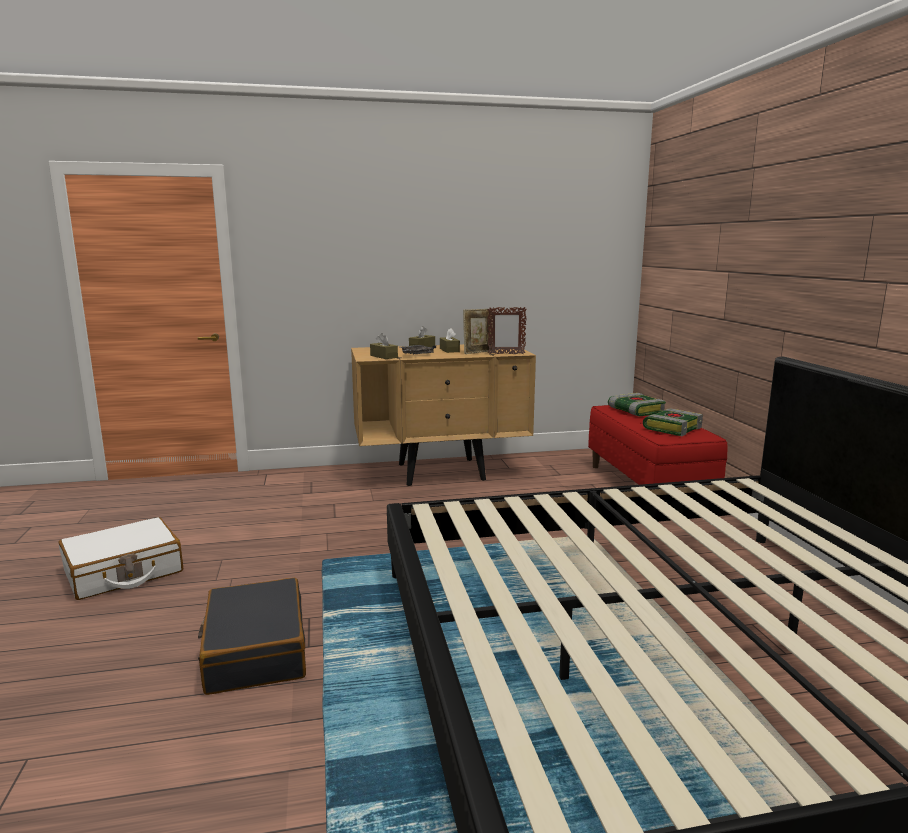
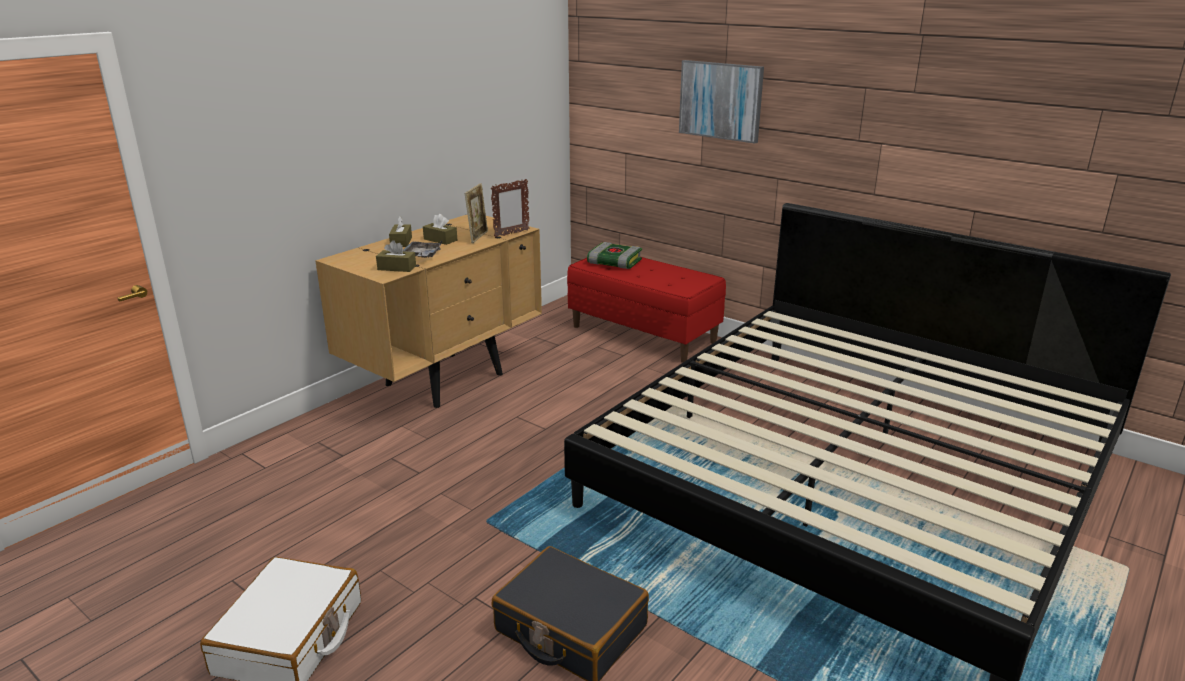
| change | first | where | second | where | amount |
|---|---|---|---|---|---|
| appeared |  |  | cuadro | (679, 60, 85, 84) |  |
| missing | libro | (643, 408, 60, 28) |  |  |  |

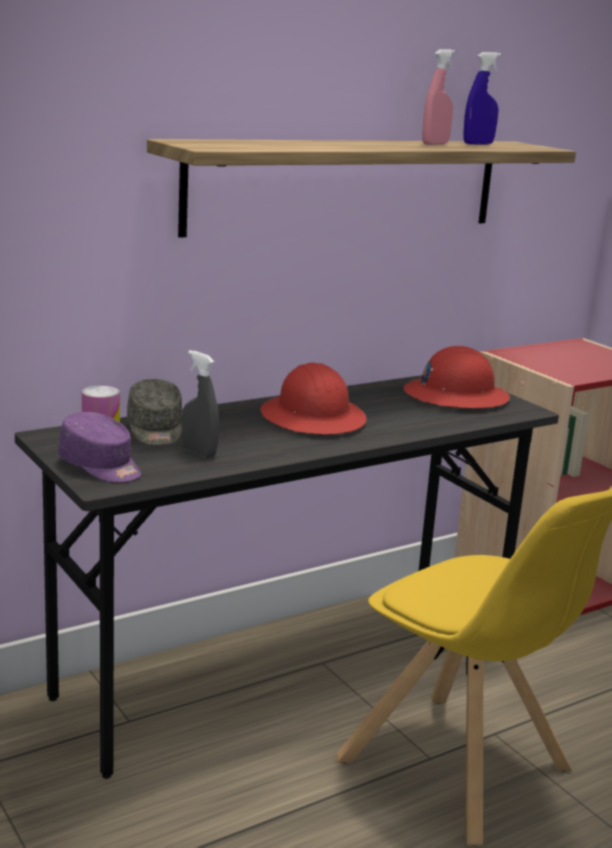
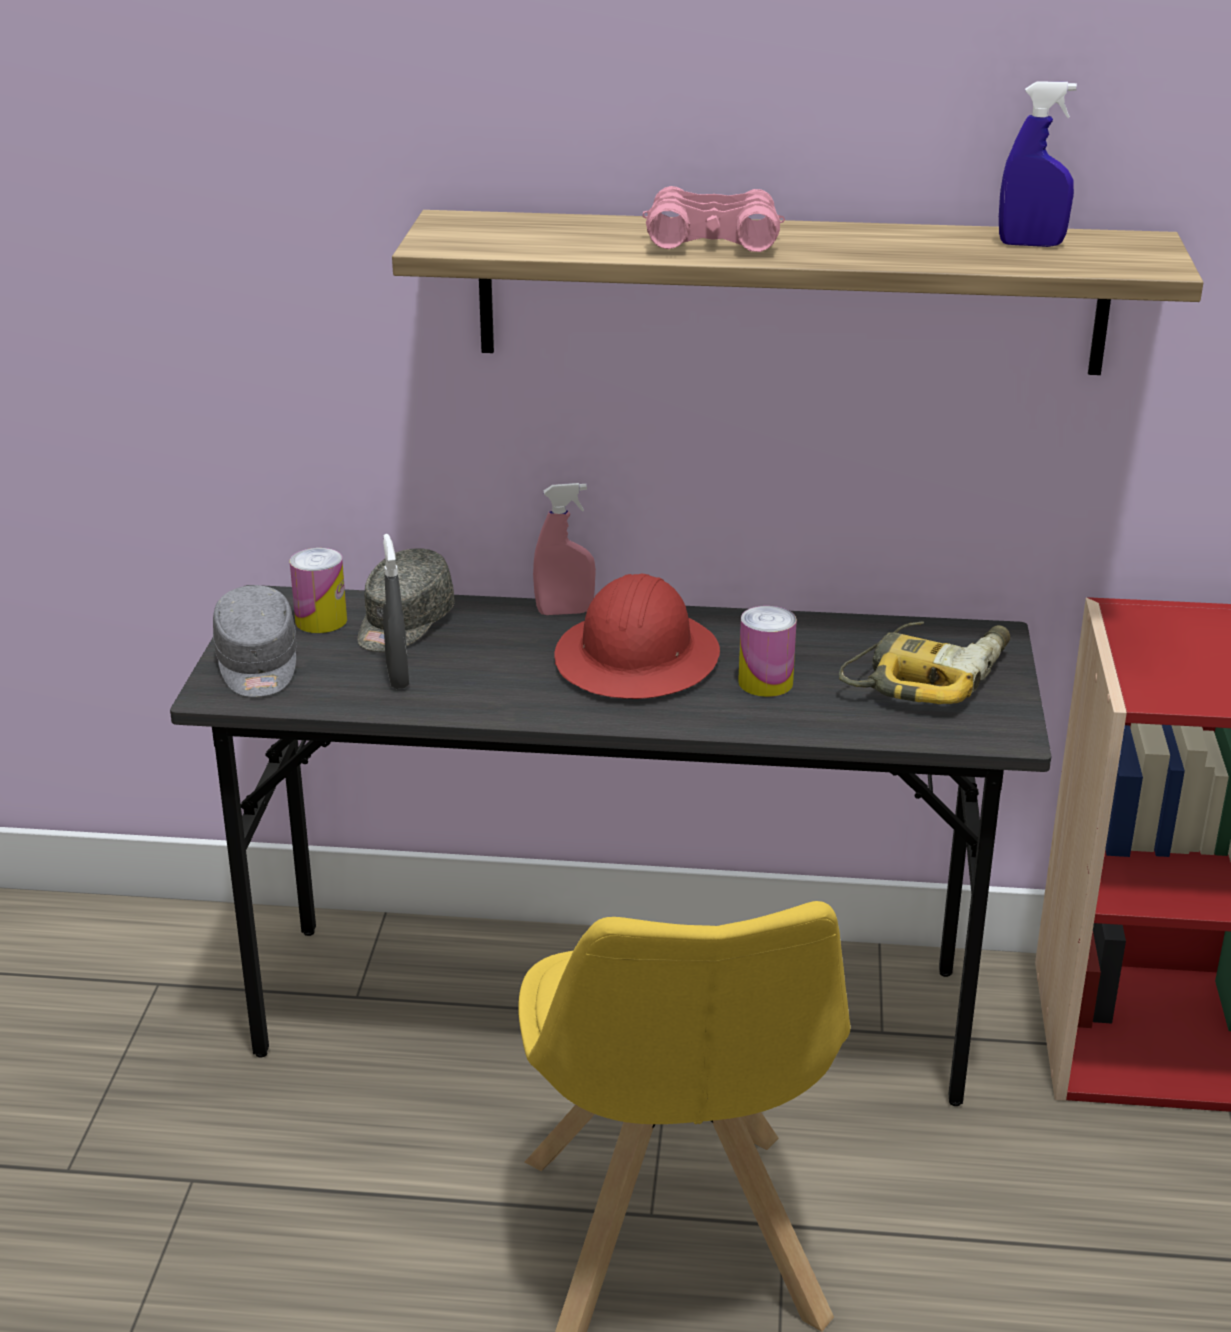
| change | first | where | second | where | amount |
|---|---|---|---|---|---|
| colour | gorra/morado | (58, 412, 83, 71) | gorra/gris | (213, 585, 84, 113) |  |
| relocated | pulverizador/rosa | (422, 49, 33, 96) |  | (533, 483, 63, 132) |  |
| appeared |  |  | prismáticos/rosa | (643, 186, 142, 66) |  |
| appeared |  |  | lata | (738, 606, 59, 91) |  |
| exchanged | casco/rojo | (403, 346, 107, 62) | taladro | (839, 621, 171, 83) |  |

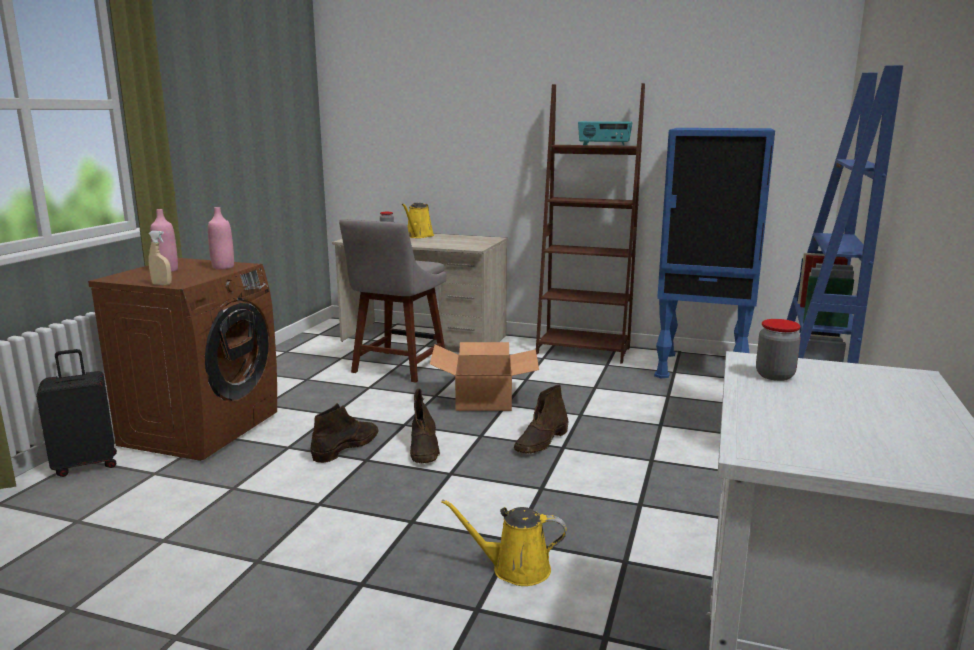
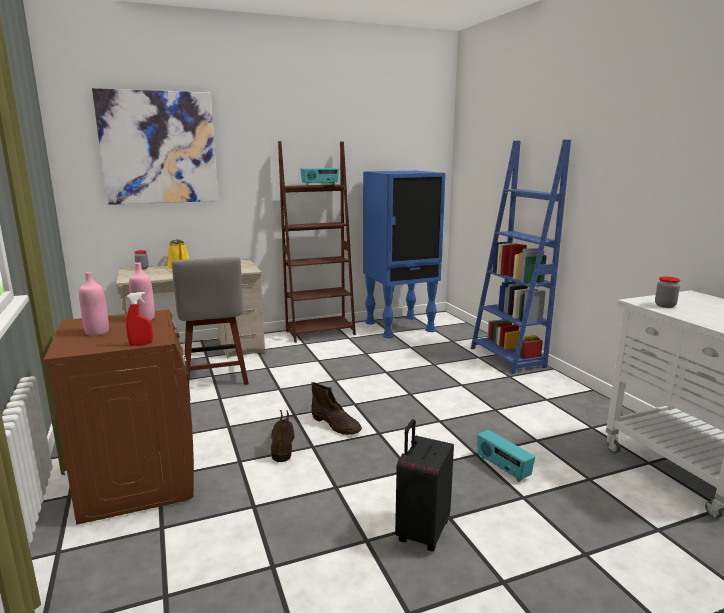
| change | first | where | second | where | amount |
|---|---|---|---|---|---|
| appeared |  |  | cuadro | (92, 88, 127, 117) |  |
| colour | pulverizador/beis | (148, 231, 24, 55) | pulverizador/rojo | (126, 292, 27, 54) |  |
| relocated | maleta/negro | (36, 349, 81, 128) |  | (395, 419, 59, 132) |  |
| exchanged | regadera/amarillo | (441, 499, 126, 87) | radio | (477, 430, 58, 52) |  |
| missing | caja de cartón | (430, 342, 109, 69) |  |  |  |
| missing | bota/marrón | (514, 385, 54, 69) |  |  |  |

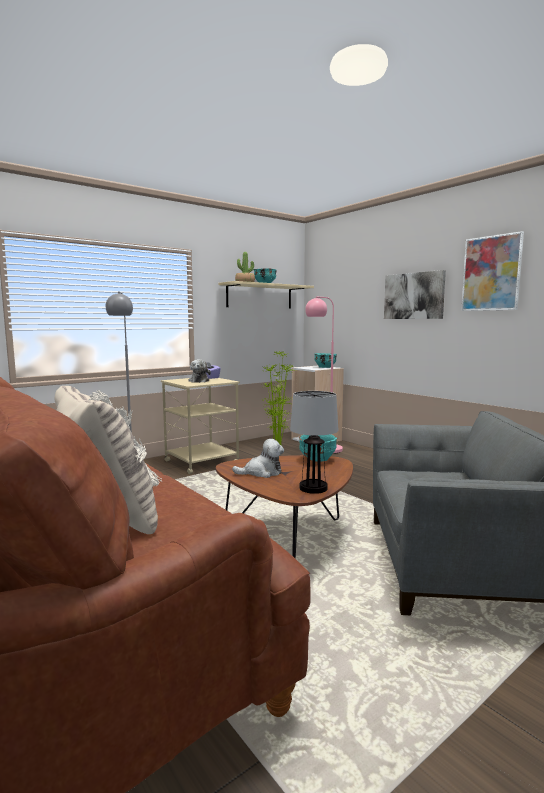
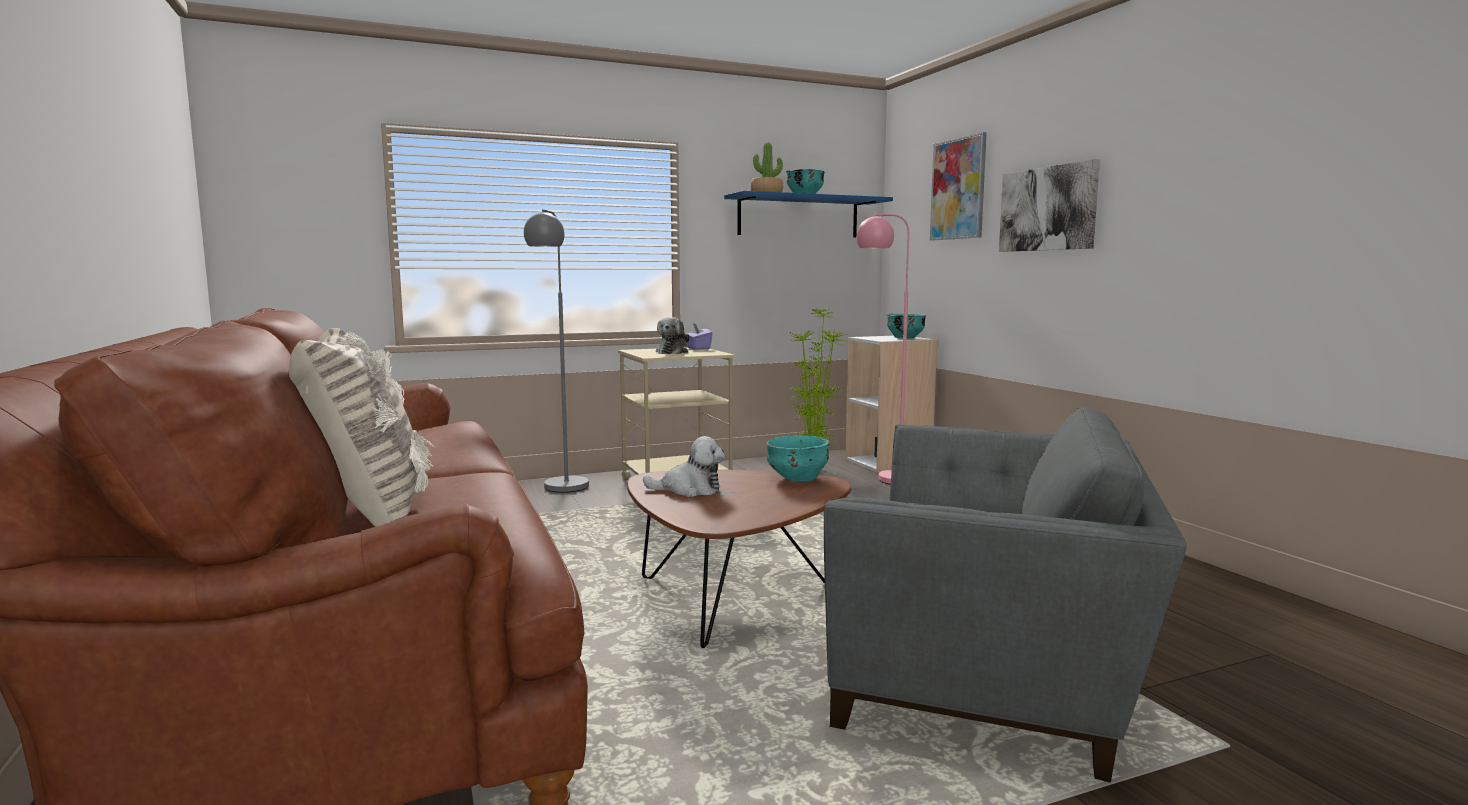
| change | first | where | second | where | amount |
|---|---|---|---|---|---|
| colour | estante/beis | (219, 281, 95, 28) | estante/azul | (724, 191, 169, 46) |  |
| relocated | cuadro | (461, 231, 63, 80) |  | (930, 132, 57, 108) |  |
| missing | lámpara de mesa | (290, 391, 49, 103) |  |  |  |

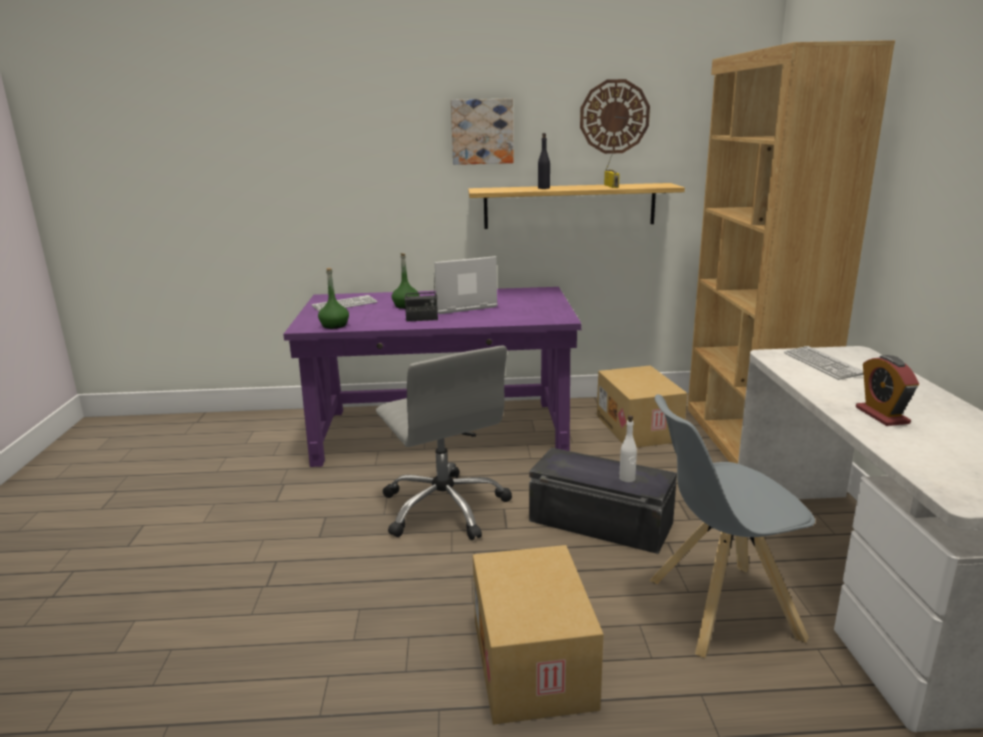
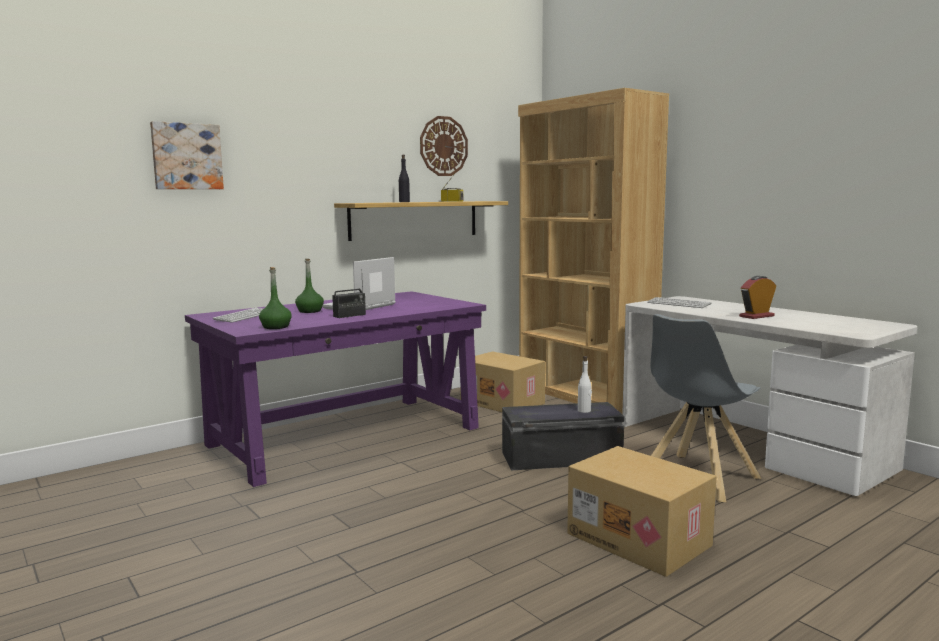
| change | first | where | second | where | amount |
|---|---|---|---|---|---|
| relocated | cuadro | (451, 98, 63, 67) |  | (150, 121, 74, 68) |  |
| spun | despertador | (856, 355, 63, 71) |  | (739, 276, 37, 43) | 105 degrees clockwise |
| missing | silla de oficina/gris | (376, 345, 136, 195) |  |  |  |

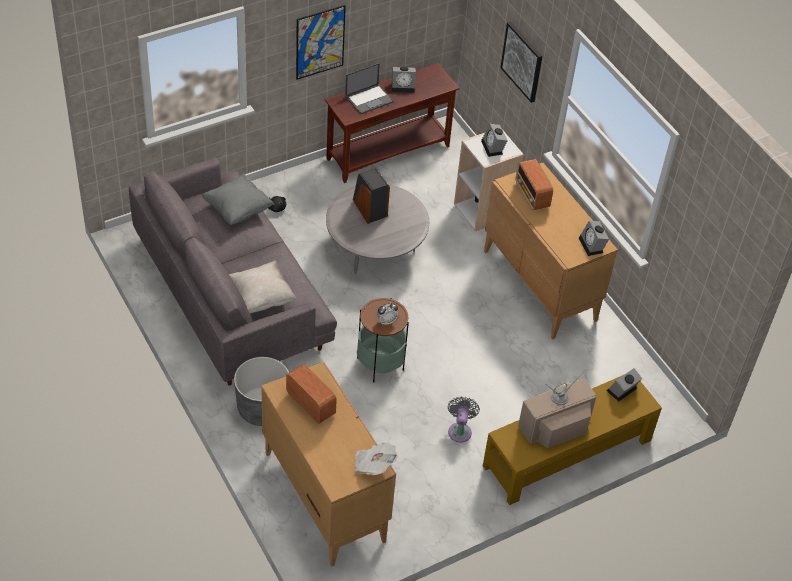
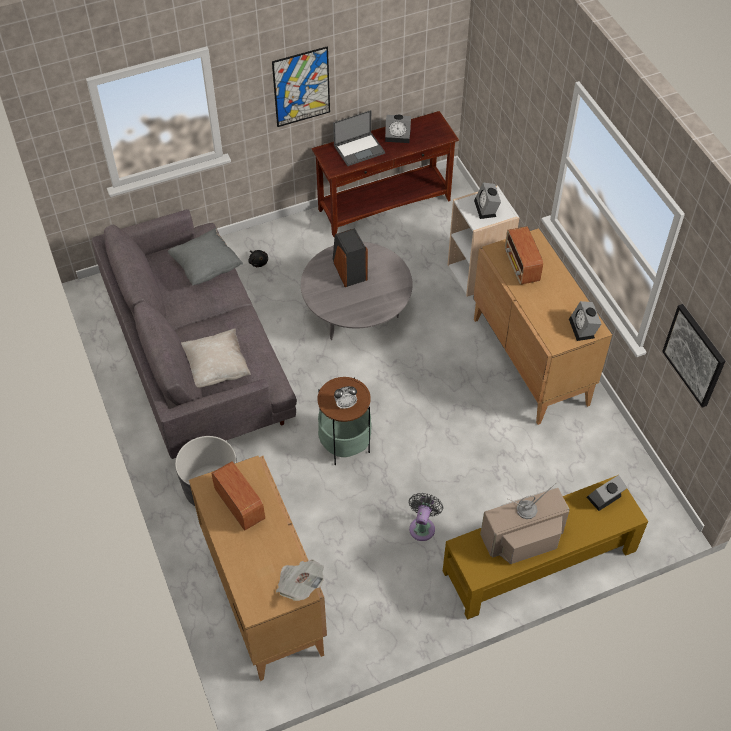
| change | first | where | second | where | amount |
|---|---|---|---|---|---|
| relocated | cuadro | (501, 21, 41, 82) |  | (662, 304, 63, 104) |  |

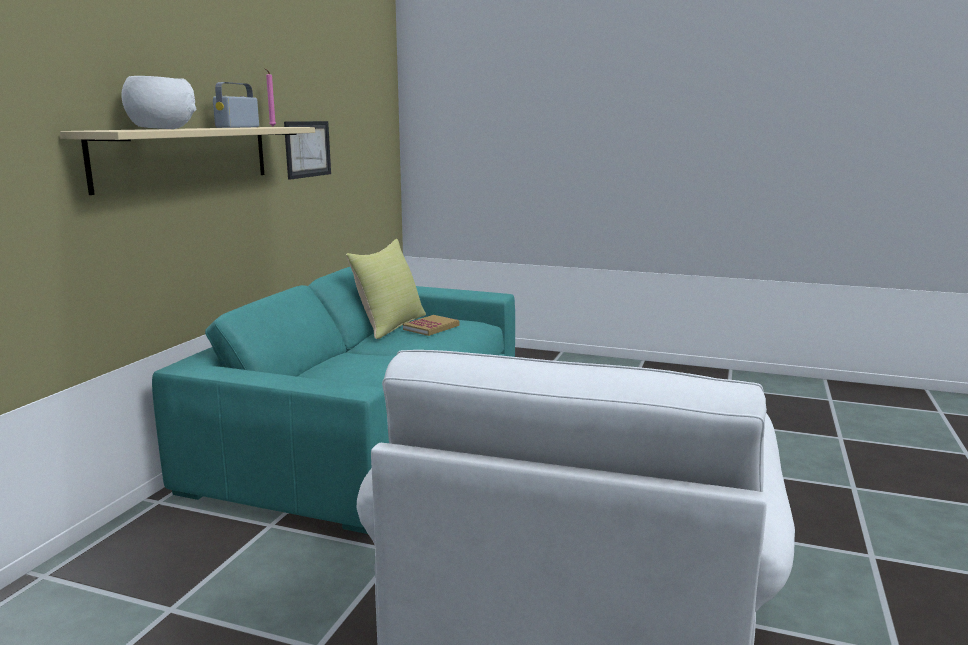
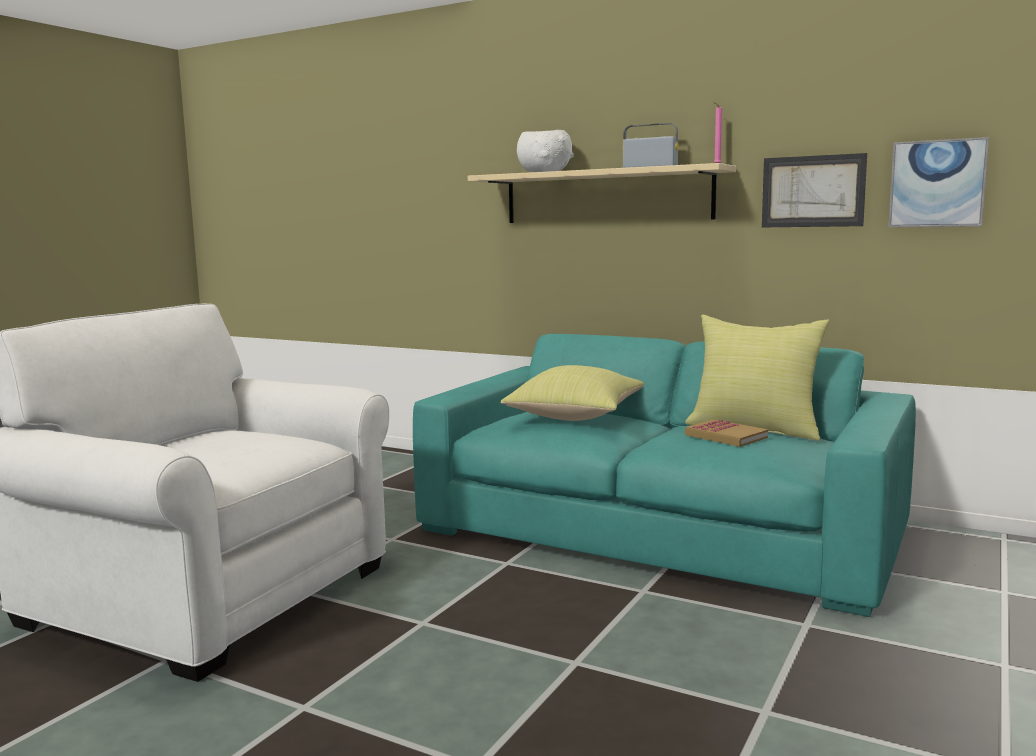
| change | first | where | second | where | amount |
|---|---|---|---|---|---|
| appeared |  |  | cojín/amarillo | (501, 365, 143, 56) |  |
| appeared |  |  | cuadro | (888, 137, 101, 91) |  |

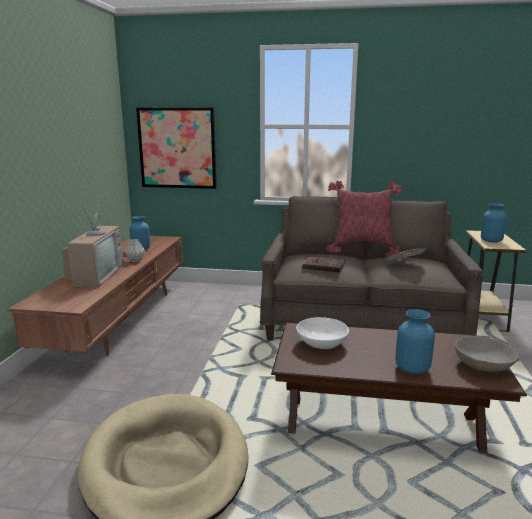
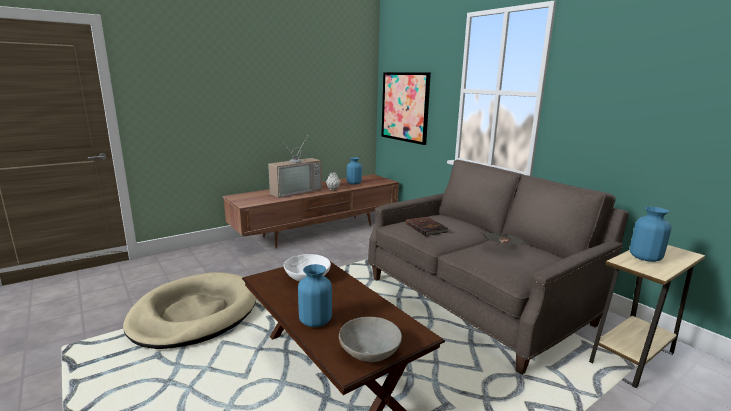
| change | first | where | second | where | amount |
|---|---|---|---|---|---|
| missing | cojín/rojo | (325, 181, 77, 75) |  |  |  |

